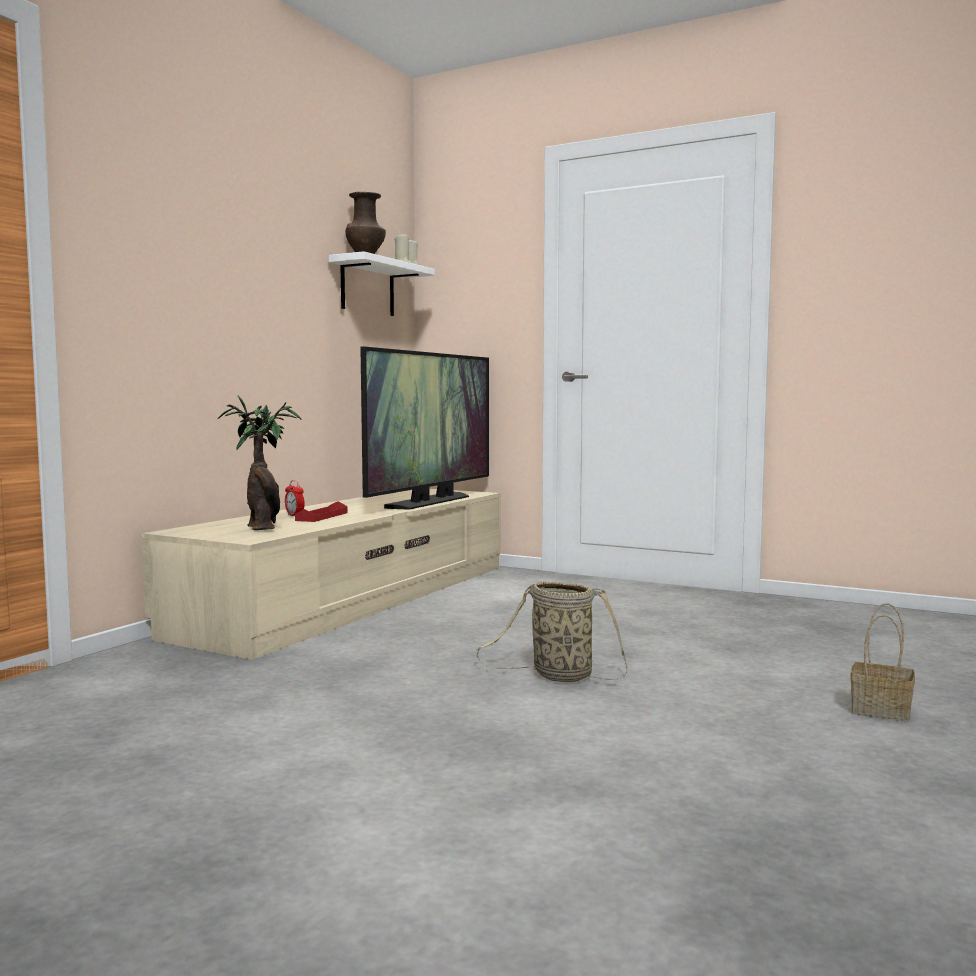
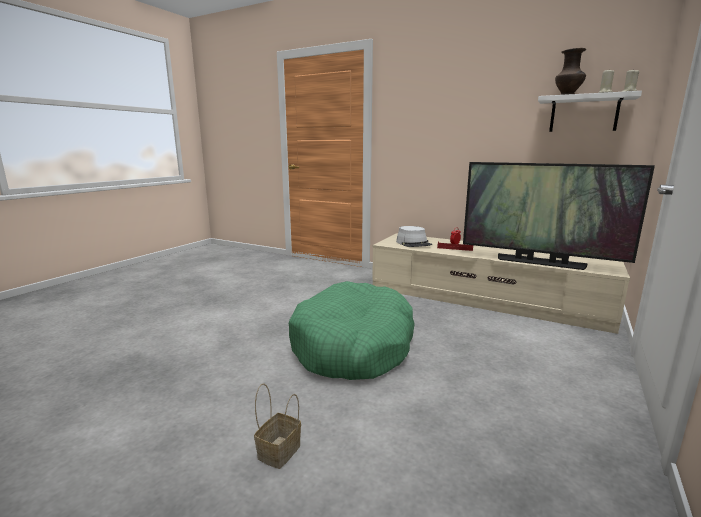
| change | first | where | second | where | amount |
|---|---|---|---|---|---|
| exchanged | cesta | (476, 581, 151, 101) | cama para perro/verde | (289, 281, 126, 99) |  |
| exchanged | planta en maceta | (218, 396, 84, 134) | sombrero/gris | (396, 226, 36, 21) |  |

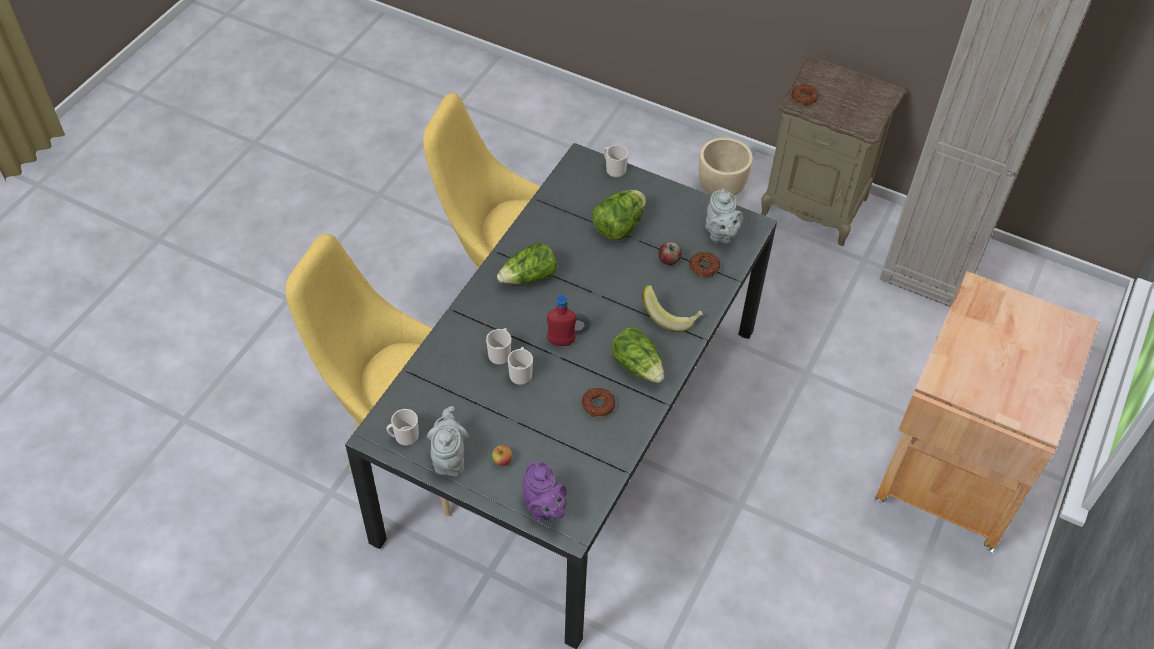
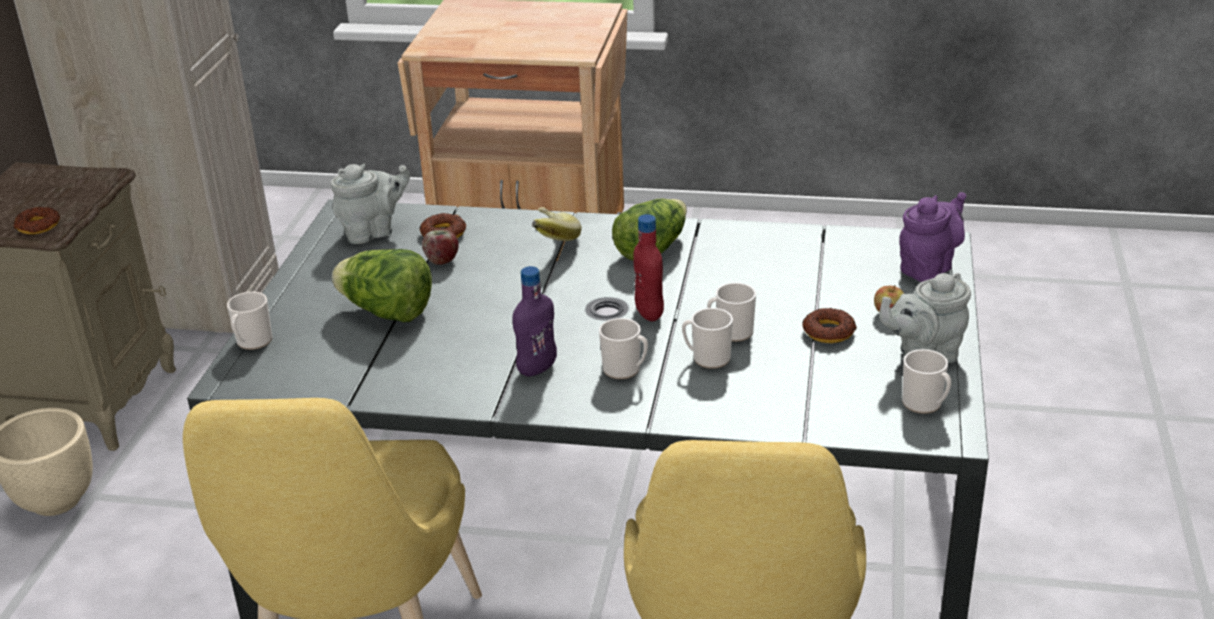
| change | first | where | second | where | amount |
|---|---|---|---|---|---|
| exchanged | lechuga | (497, 243, 60, 41) | botella/morado | (512, 266, 45, 110) |  |
| appeared |  |  | taza grande | (599, 318, 49, 61) |  |
| relocated | rosquilla | (582, 388, 33, 29) |  | (802, 308, 55, 35) |  |

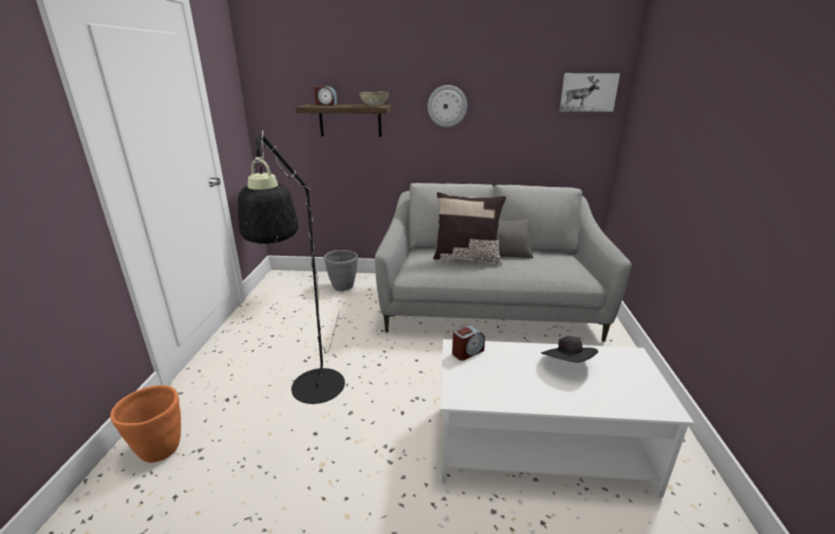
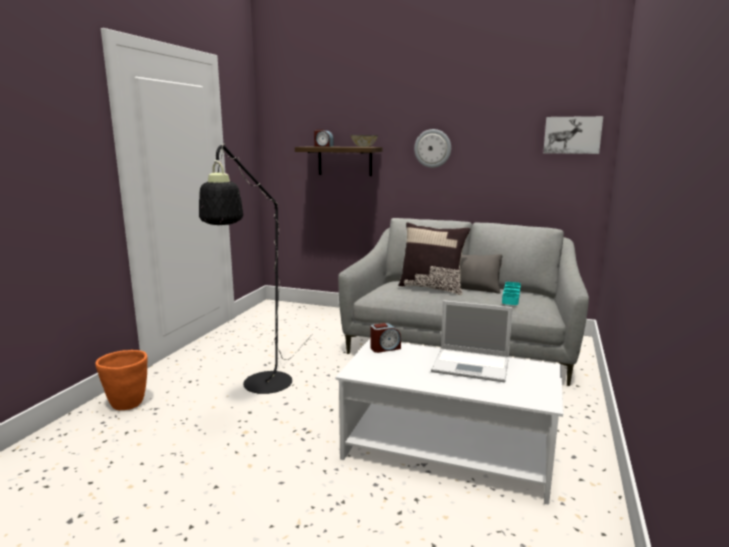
| change | first | where | second | where | amount |
|---|---|---|---|---|---|
| exchanged | sombrero/negro | (541, 336, 57, 27) | portátil | (431, 300, 82, 83) |  |
| appeared |  |  | bandeja/turquesa | (502, 282, 19, 23) |  |
| missing | maceta/gris | (324, 250, 34, 41) |  |  |  |

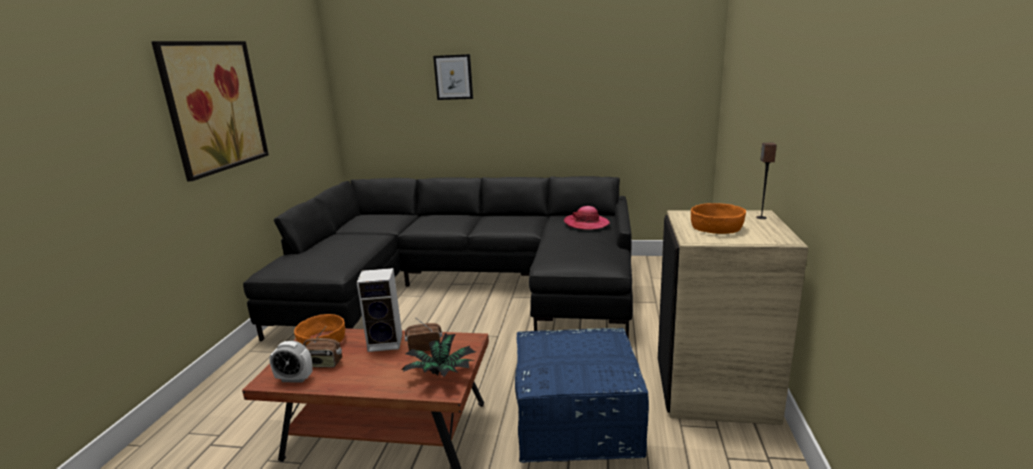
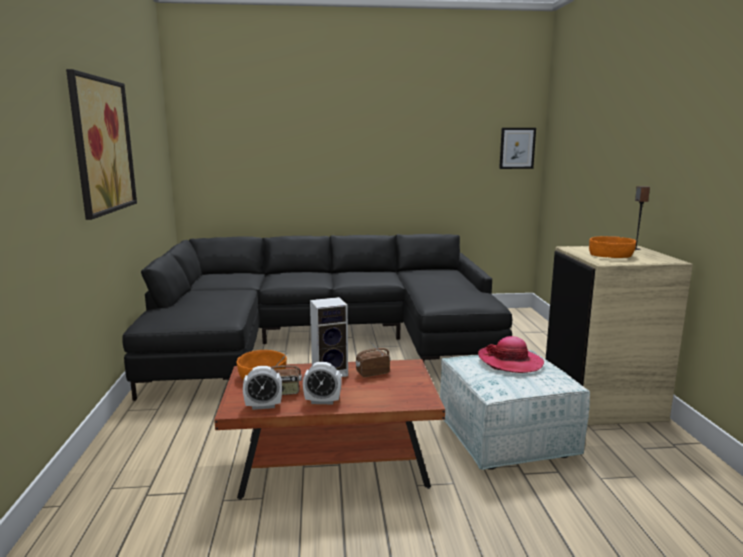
| change | first | where | second | where | amount |
|---|---|---|---|---|---|
| appeared |  |  | despertador | (303, 362, 39, 42) |  |
| colour | puf/azul | (515, 328, 134, 135) | puf/blanco | (440, 350, 150, 120) |  |
| relocated | sombrero | (564, 206, 46, 24) |  | (478, 336, 66, 37) |  |
| relocated | cuadro | (433, 54, 40, 46) |  | (499, 128, 37, 41) |  |
| missing | planta en maceta | (401, 333, 74, 44) |  |  |  |

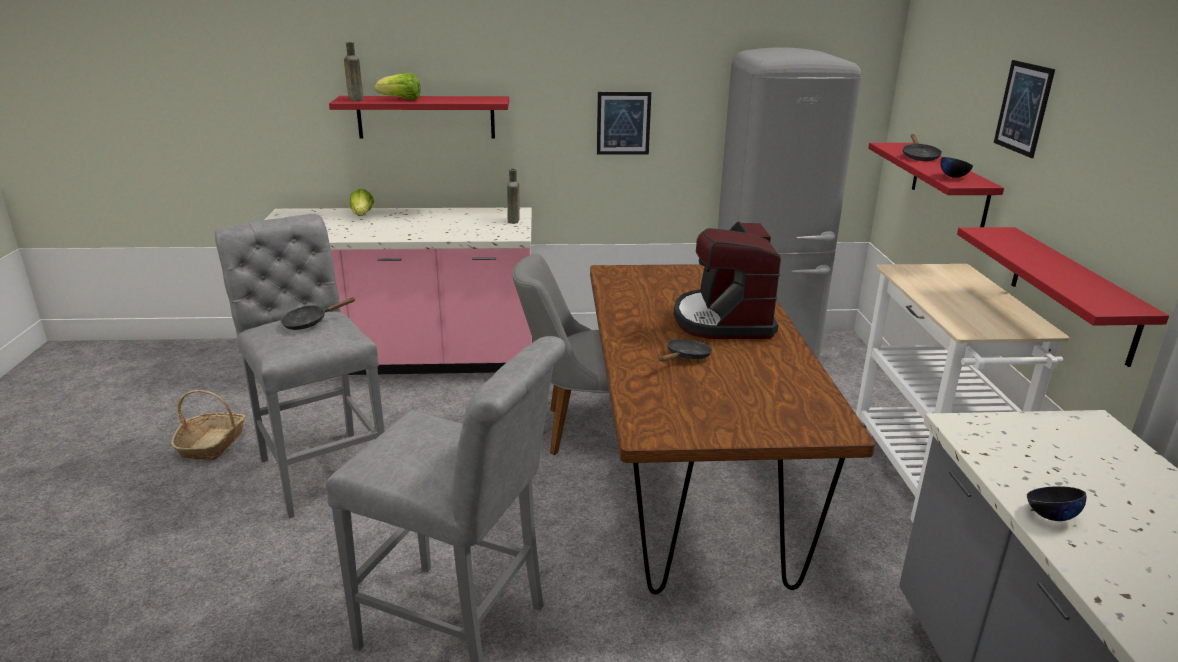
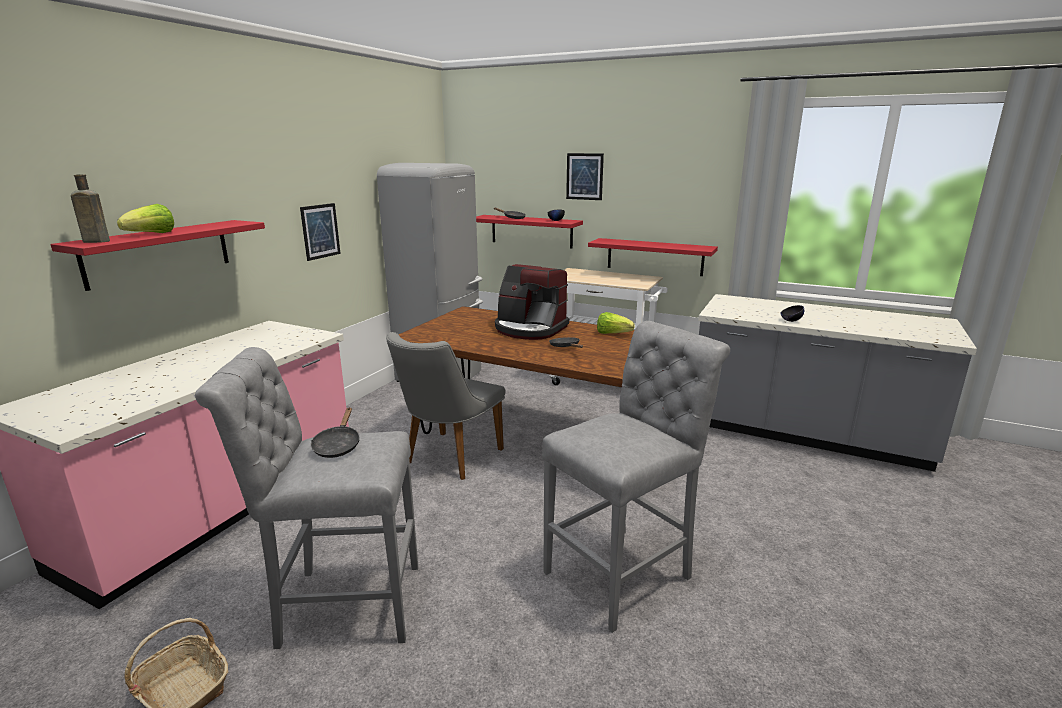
| change | first | where | second | where | amount |
|---|---|---|---|---|---|
| relocated | lechuga | (350, 189, 24, 27) |  | (597, 312, 38, 22) |  |
| missing | botella/marrón | (507, 168, 13, 56) |  |  |  |

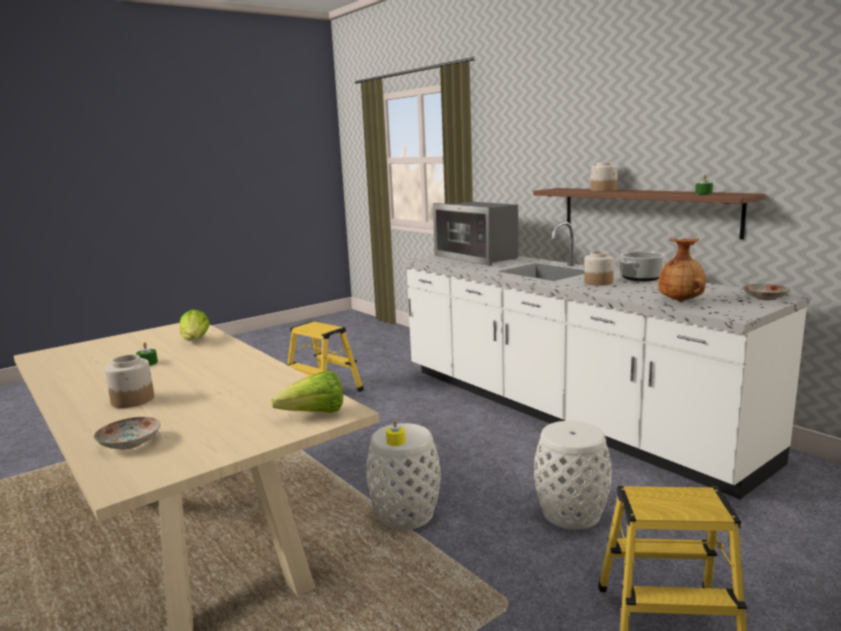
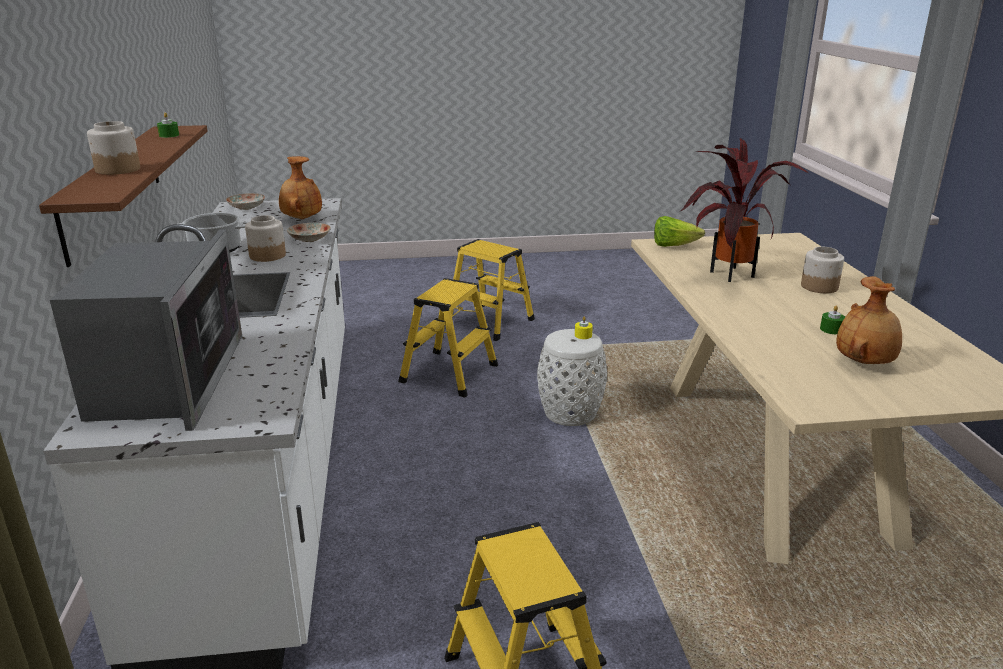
| change | first | where | second | where | amount |
|---|---|---|---|---|---|
| relocated | plato | (94, 417, 67, 33) |  | (287, 223, 44, 19) |  |
| exchanged | taburete/blanco | (534, 421, 78, 109) | escalera de tijera/amarillo | (398, 278, 100, 119) |  |
| appeared |  |  | planta en maceta | (681, 138, 127, 144) |  |
| appeared |  |  | florero/marrón | (836, 276, 66, 88) |  |
| missing | lechuga | (180, 310, 30, 30) |  |  |  |

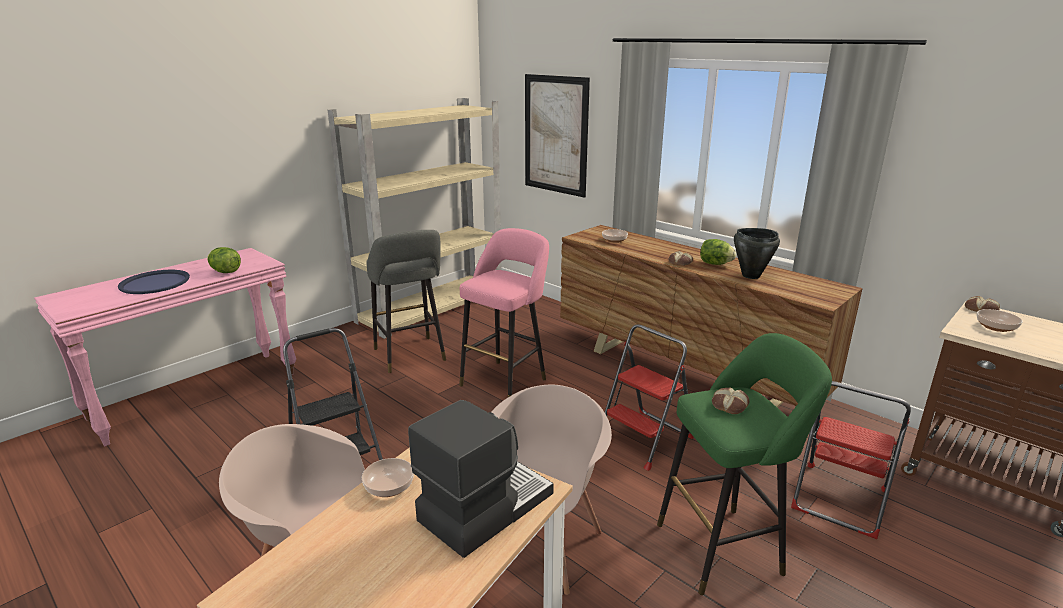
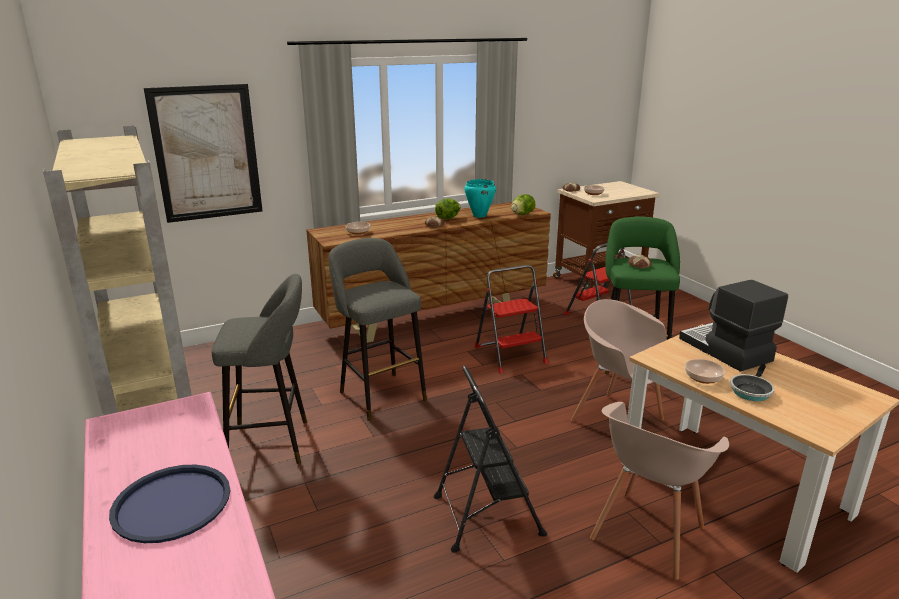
| change | first | where | second | where | amount |
|---|---|---|---|---|---|
| colour | taburete/rosa | (459, 228, 90, 169) | taburete/gris | (328, 238, 99, 183) |  |
| colour | olla/negro | (734, 228, 46, 51) | olla/turquesa | (464, 179, 32, 39) |  |
| relocated | lechuga | (207, 247, 34, 26) |  | (511, 194, 25, 21) |  |
| appeared |  |  | sartén | (730, 364, 45, 37) |  |

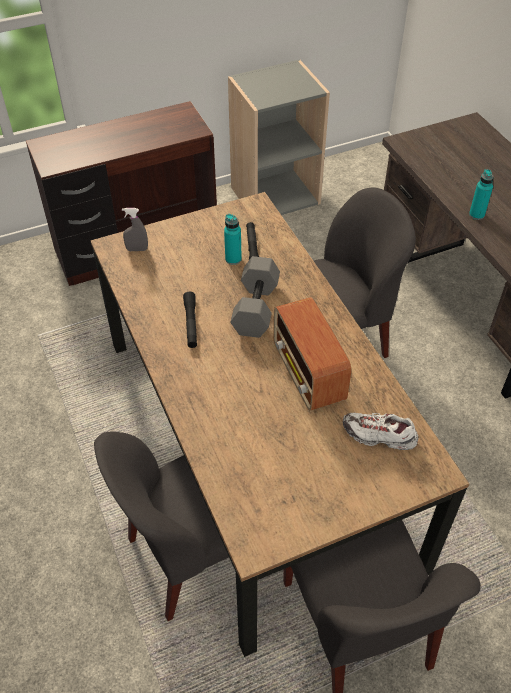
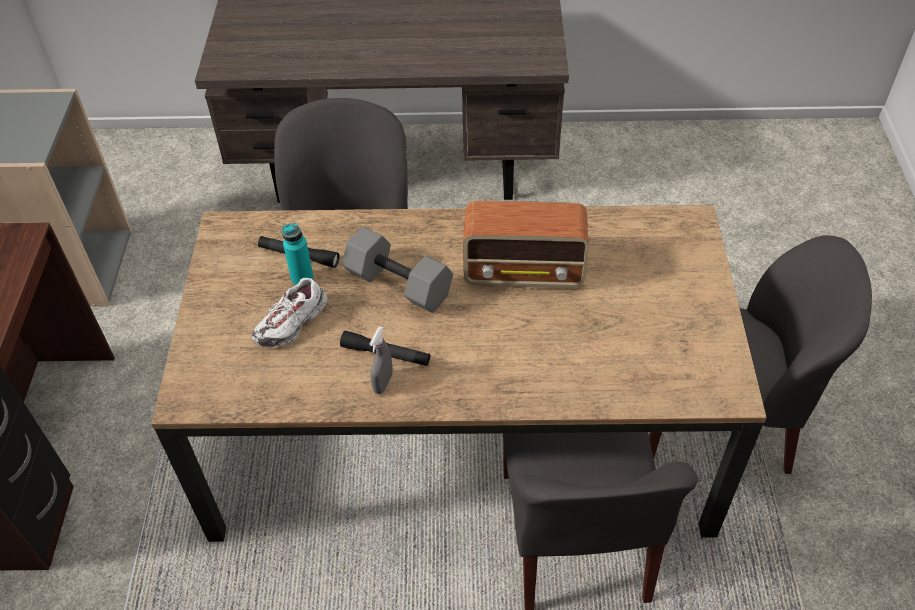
| change | first | where | second | where | amount |
|---|---|---|---|---|---|
| relocated | zapato/blanco | (343, 413, 76, 37) |  | (252, 278, 75, 70) |  |
| relocated | pulverizador/gris | (122, 208, 26, 43) |  | (370, 327, 23, 67) |  |
| missing | botella/turquesa | (469, 169, 25, 51) |  |  |  |

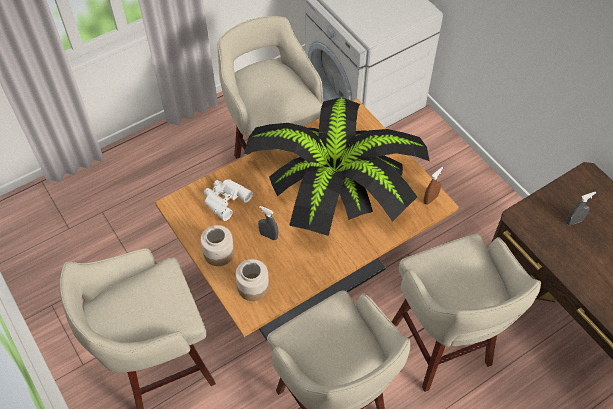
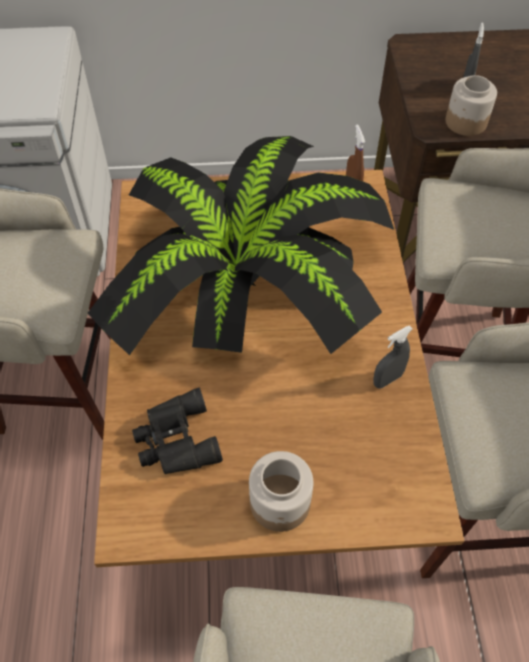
| change | first | where | second | where | amount |
|---|---|---|---|---|---|
| colour | prismáticos/blanco | (204, 179, 49, 42) | prismáticos/negro | (132, 388, 91, 86) |  |
| relocated | pulverizador/gris | (258, 206, 20, 34) |  | (373, 326, 39, 63) |  |
| relocated | tarro | (235, 259, 34, 42) |  | (445, 75, 52, 61) |  |

